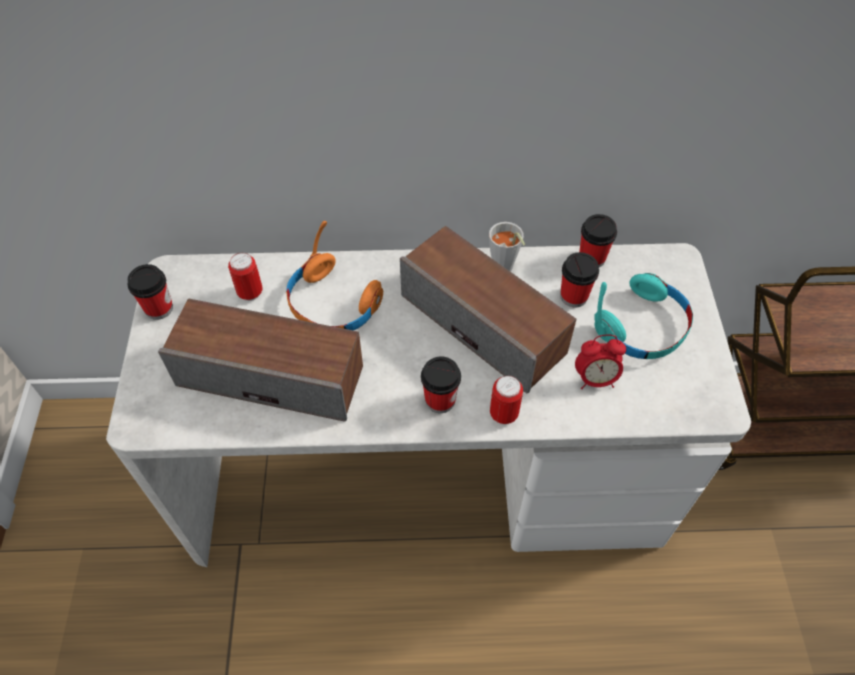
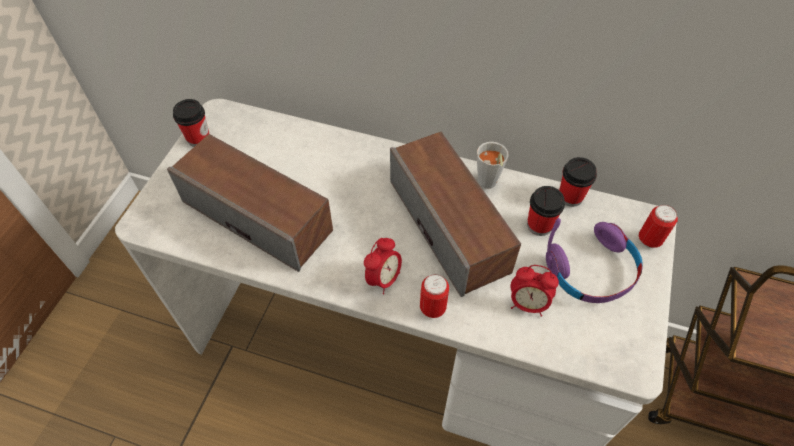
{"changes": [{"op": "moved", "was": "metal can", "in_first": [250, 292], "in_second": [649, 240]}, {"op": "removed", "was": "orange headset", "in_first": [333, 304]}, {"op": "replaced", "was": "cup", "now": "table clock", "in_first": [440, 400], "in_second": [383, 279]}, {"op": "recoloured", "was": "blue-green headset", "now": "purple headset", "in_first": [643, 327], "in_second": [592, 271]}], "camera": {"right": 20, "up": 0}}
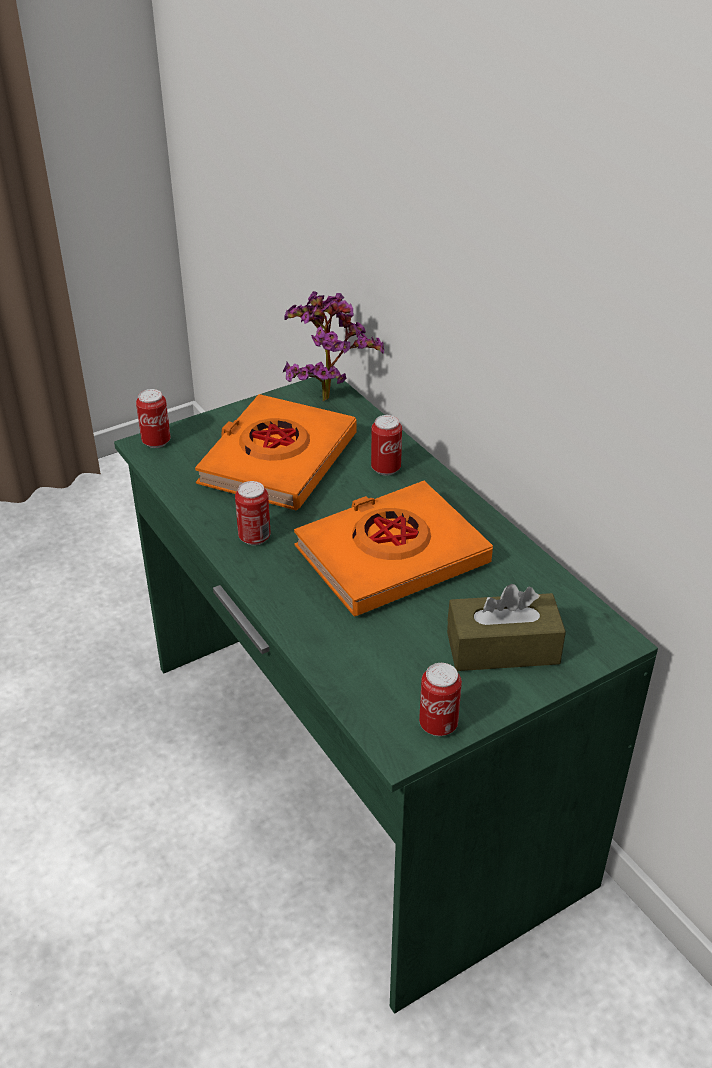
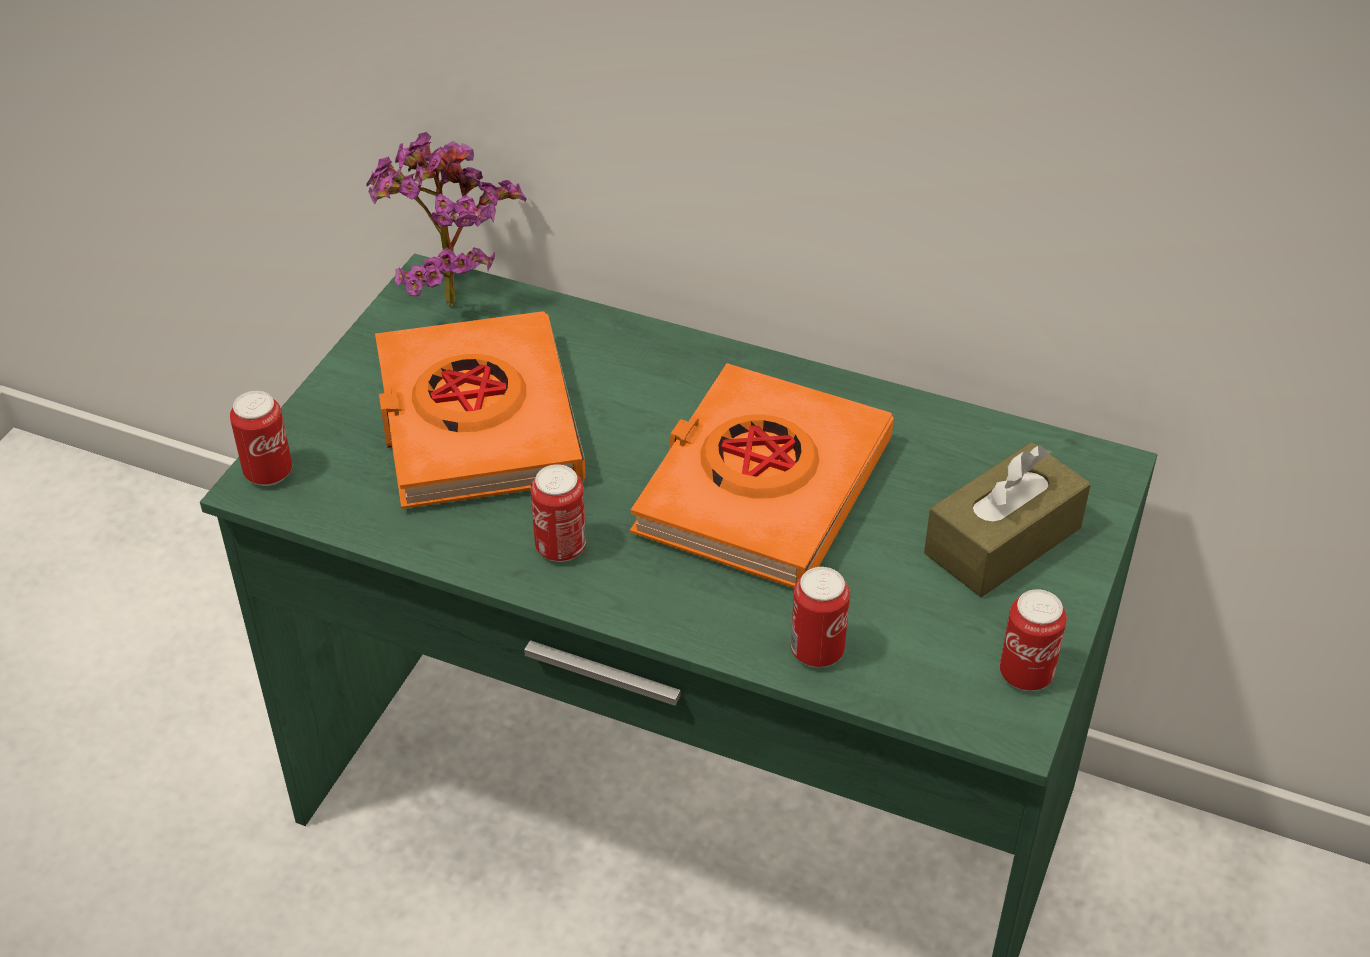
{"changes": [{"op": "moved", "was": "metal can", "in_first": [386, 468], "in_second": [817, 651]}], "camera": {"right": -35, "up": 5}}
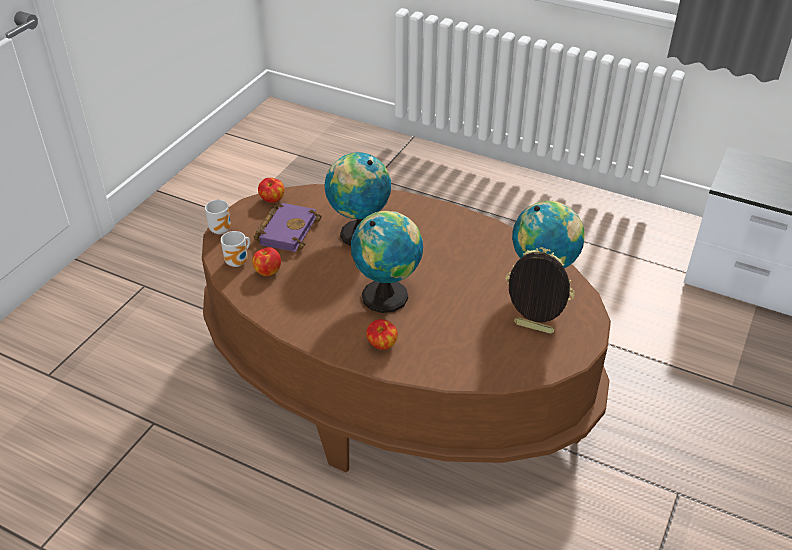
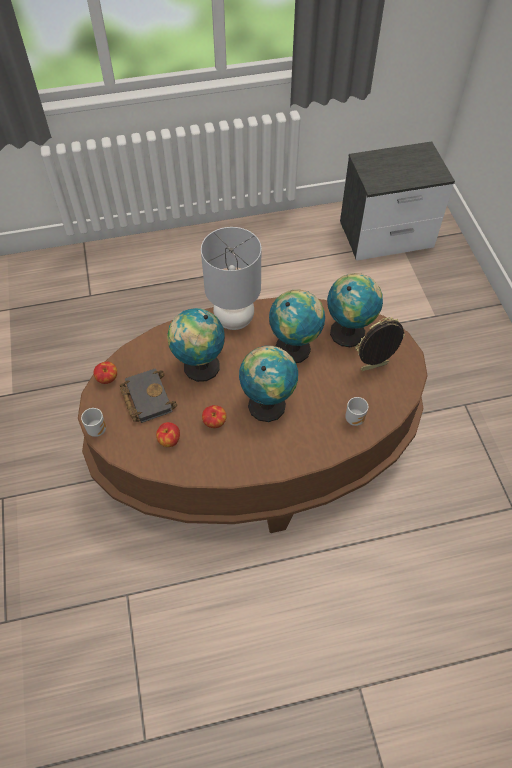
{"changes": [{"op": "moved", "was": "mug", "in_first": [239, 262], "in_second": [355, 418]}, {"op": "recoloured", "was": "purple bound book", "now": "black-coloured bound book", "in_first": [286, 230], "in_second": [146, 397]}, {"op": "moved", "was": "whole apple", "in_first": [382, 345], "in_second": [214, 422]}, {"op": "added", "now": "grey tabletop lamp", "in_second": [233, 319]}, {"op": "added", "now": "desk globe", "in_second": [295, 348]}], "camera": {"right": -40, "up": 15}}
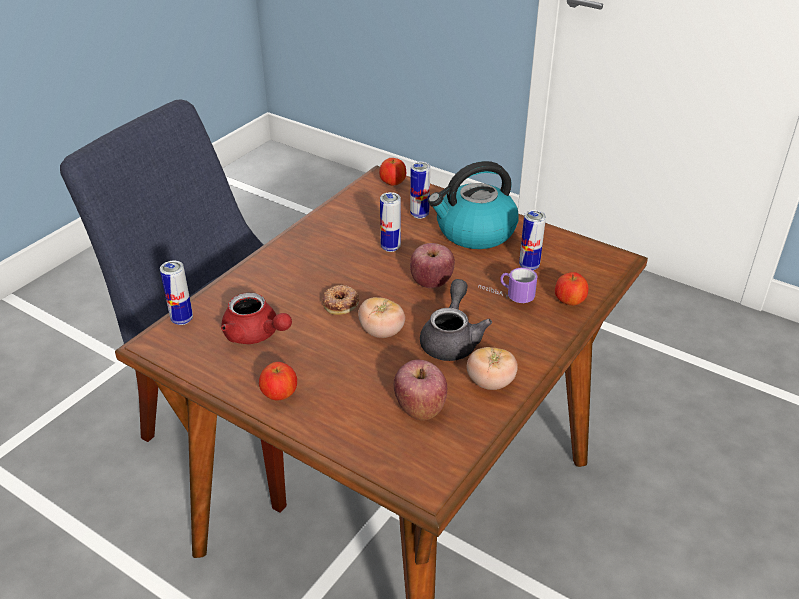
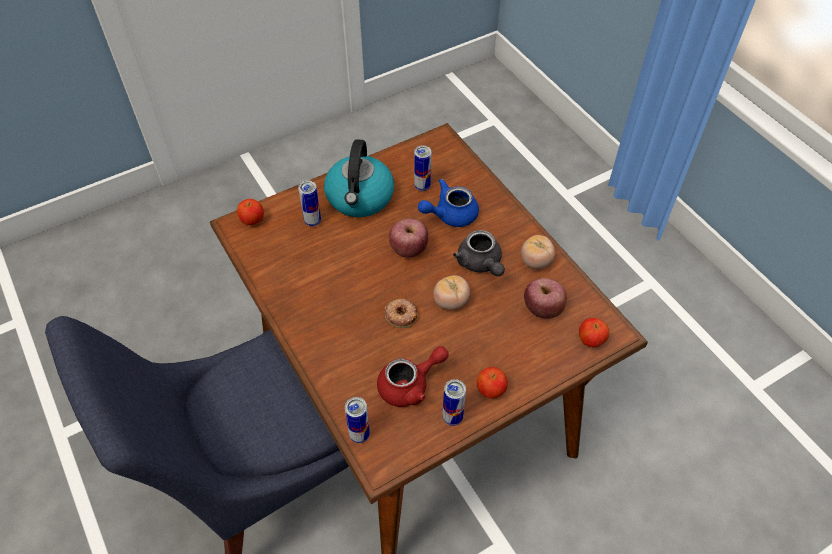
{"changes": [{"op": "moved", "was": "metal can", "in_first": [390, 247], "in_second": [452, 417]}, {"op": "turned", "was": "grey pot for tea", "in_first": [452, 339], "in_second": [480, 264], "clockwise": -150}, {"op": "replaced", "was": "mug", "now": "blue pot for tea", "in_first": [505, 297], "in_second": [450, 215]}, {"op": "moved", "was": "whole apple", "in_first": [569, 302], "in_second": [591, 340]}], "camera": {"right": -65, "up": 15}}
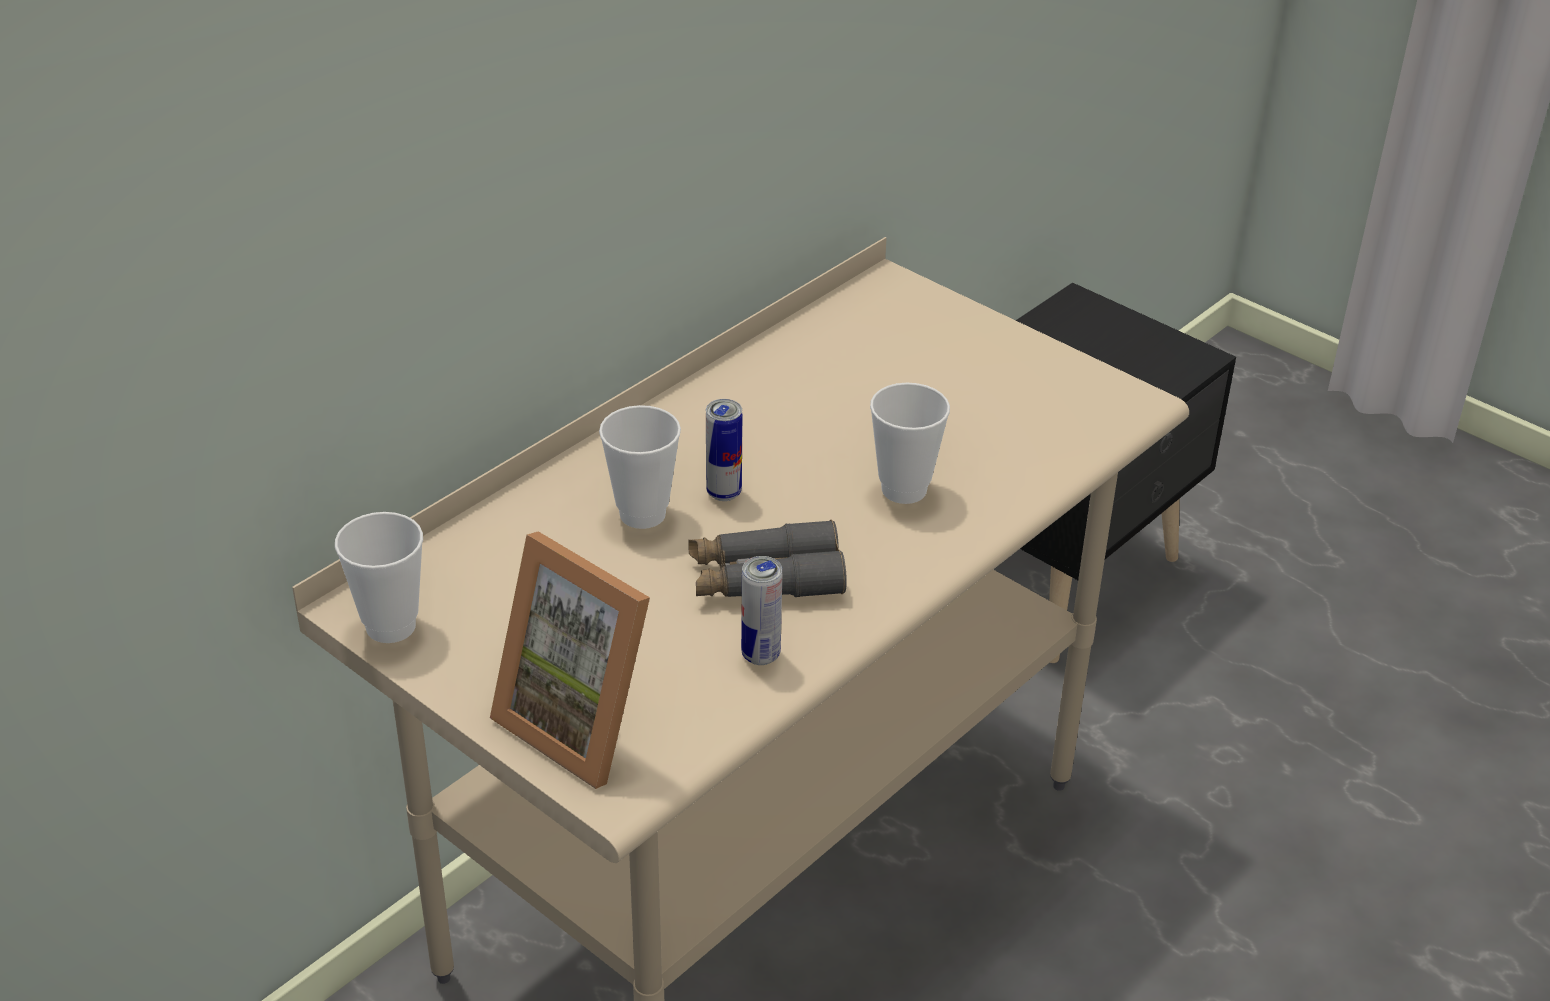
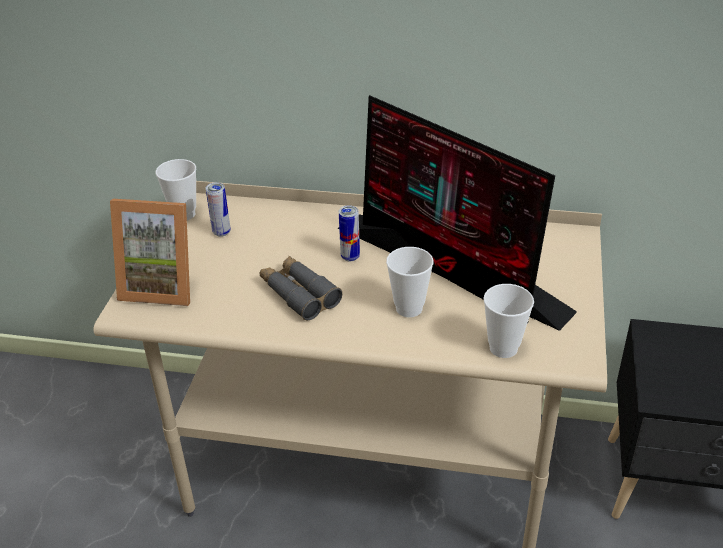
{"changes": [{"op": "turned", "was": "standing frame", "in_first": [585, 722], "in_second": [162, 285], "clockwise": -90}, {"op": "moved", "was": "cup", "in_first": [642, 514], "in_second": [503, 348]}, {"op": "moved", "was": "metal can", "in_first": [760, 655], "in_second": [221, 232]}, {"op": "added", "now": "computer screen", "in_second": [452, 269]}], "camera": {"right": 60, "up": 0}}
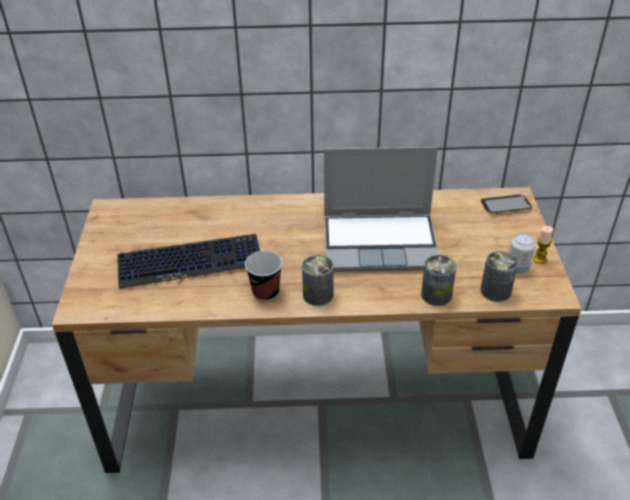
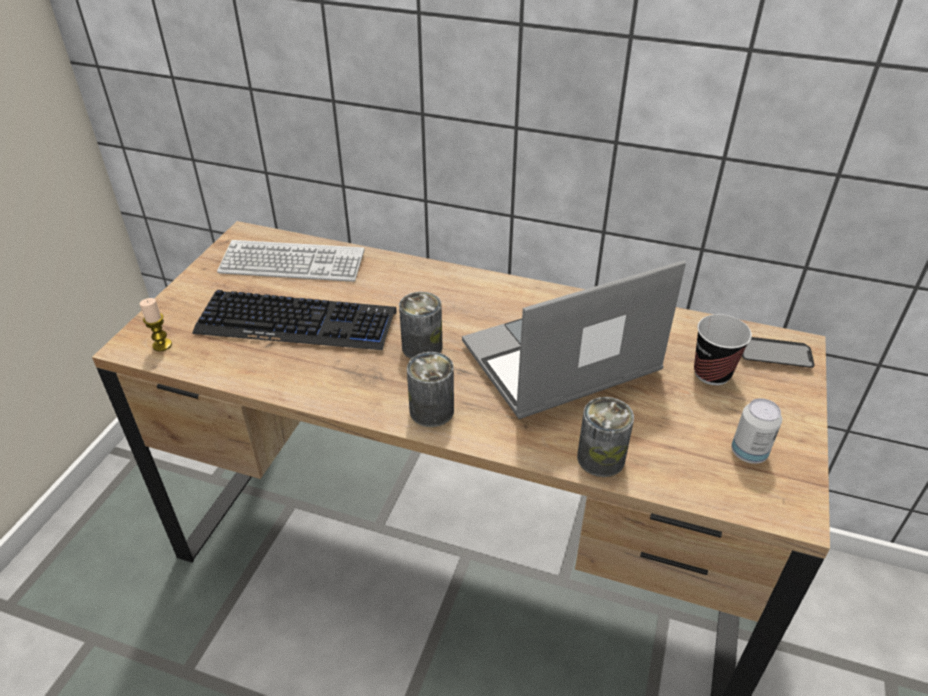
{"changes": [{"op": "moved", "was": "cup", "in_first": [265, 292], "in_second": [712, 373]}, {"op": "turned", "was": "notebook computer", "in_first": [381, 243], "in_second": [559, 361], "clockwise": 135}, {"op": "moved", "was": "metal can", "in_first": [495, 291], "in_second": [422, 347]}, {"op": "moved", "was": "wax light", "in_first": [539, 259], "in_second": [162, 345]}, {"op": "added", "now": "computer keyboard", "in_second": [292, 263]}], "camera": {"right": 20, "up": 0}}
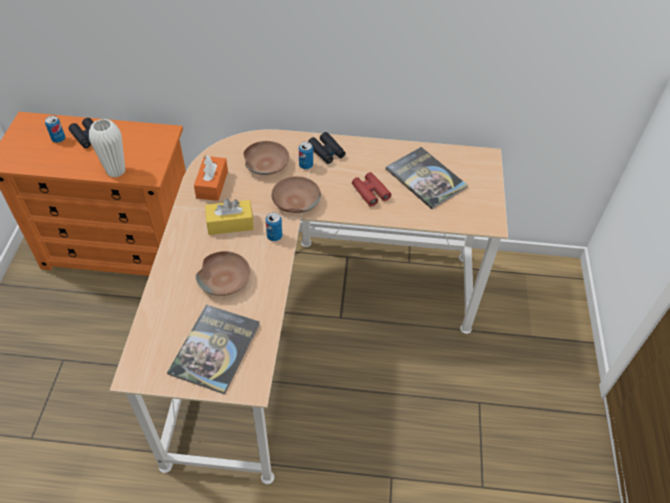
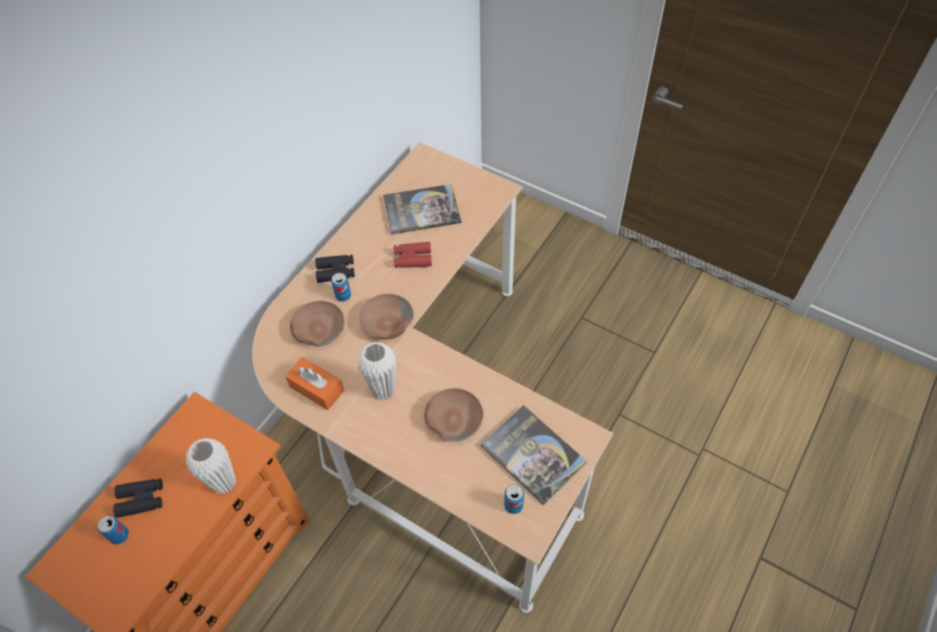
{"changes": [{"op": "replaced", "was": "yellowish tissue box", "now": "whitish flower vase", "in_first": [230, 223], "in_second": [383, 390]}, {"op": "moved", "was": "metal can", "in_first": [274, 236], "in_second": [513, 505]}], "camera": {"right": -60, "up": 5}}
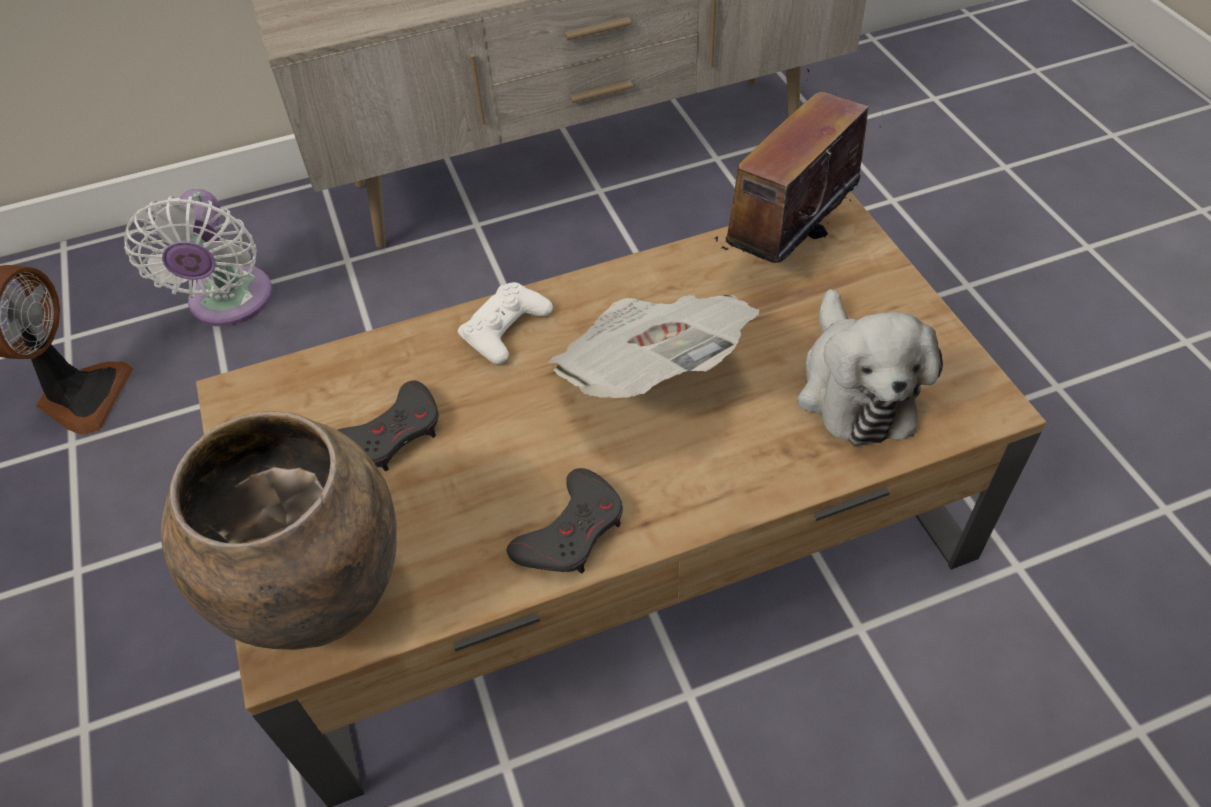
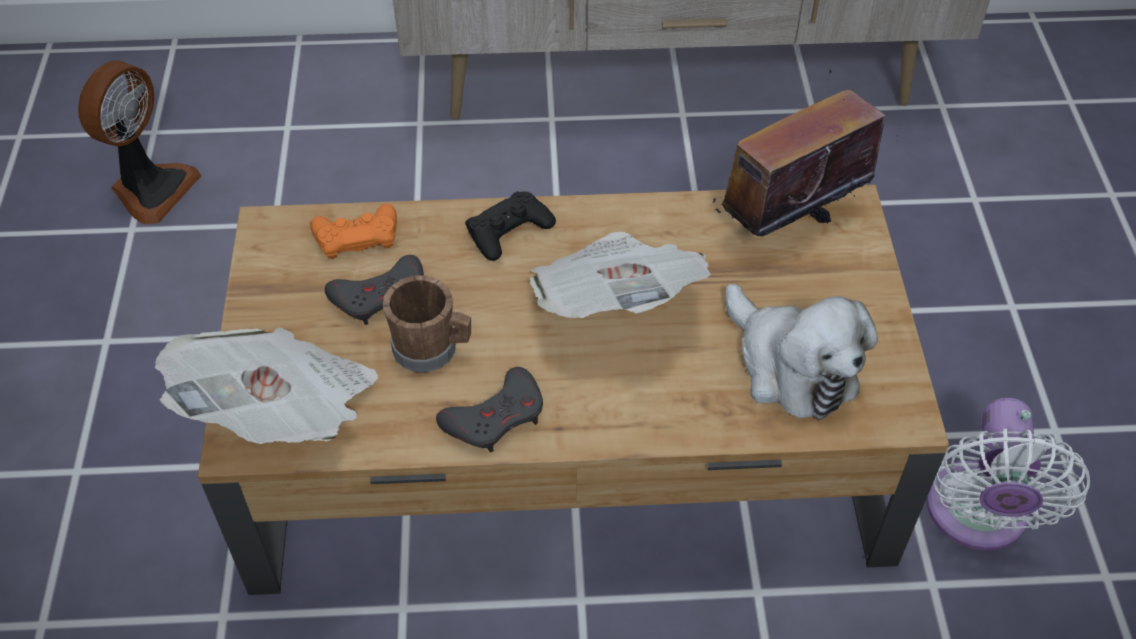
{"changes": [{"op": "moved", "was": "whitish electric fan", "in_first": [230, 304], "in_second": [976, 517]}, {"op": "replaced", "was": "brownish flower vase", "now": "printed paper", "in_first": [323, 599], "in_second": [282, 412]}, {"op": "recoloured", "was": "whitish gamepad", "now": "black-coloured gamepad", "in_first": [506, 329], "in_second": [509, 231]}, {"op": "turned", "was": "cuddly toy", "in_first": [855, 387], "in_second": [791, 366], "clockwise": -45}, {"op": "added", "now": "orange gamepad", "in_second": [356, 236]}, {"op": "added", "now": "brownish mug", "in_second": [432, 349]}], "camera": {"right": 15, "up": 0}}
